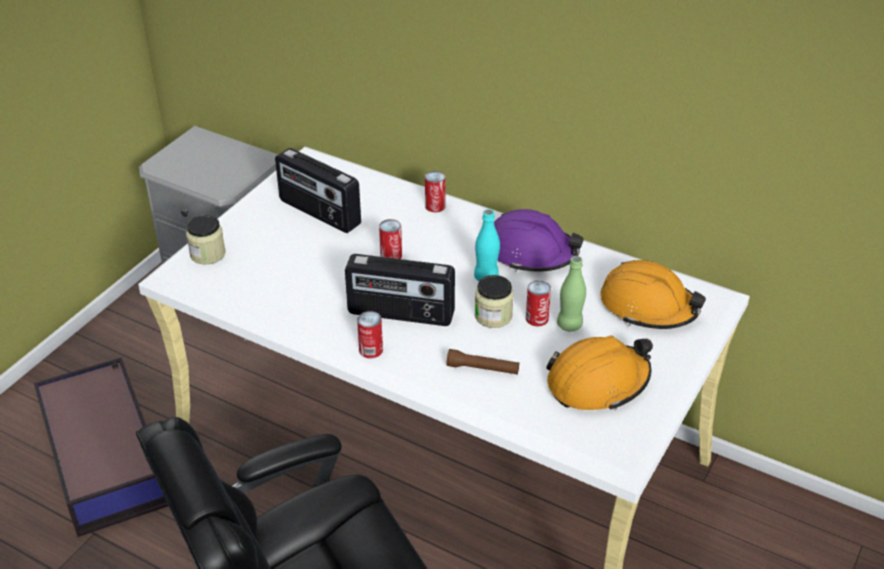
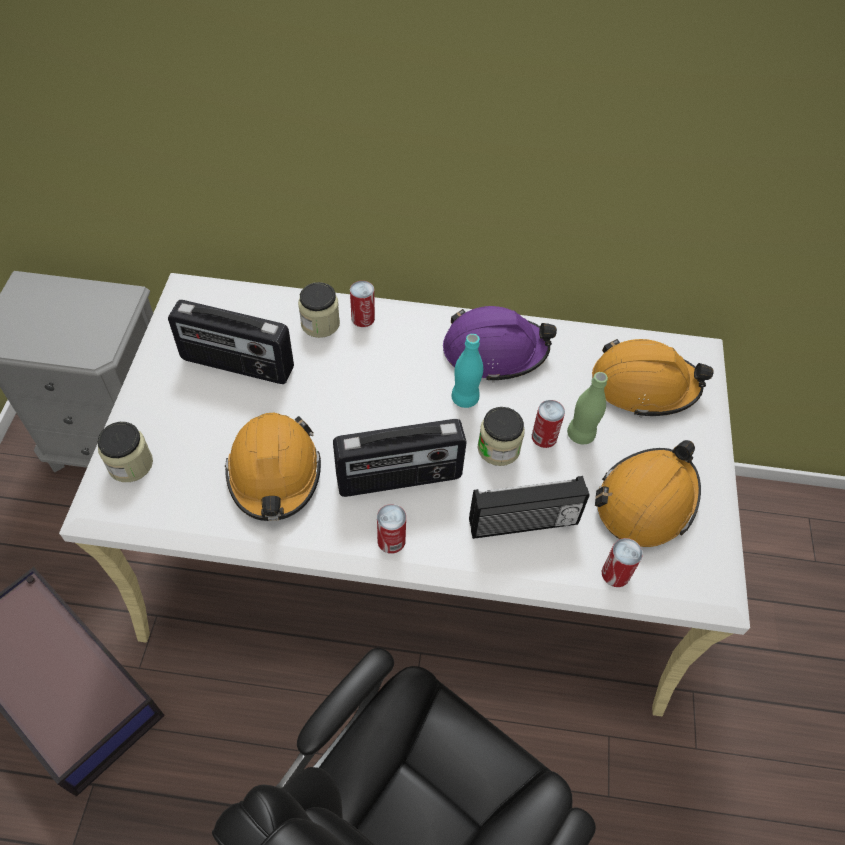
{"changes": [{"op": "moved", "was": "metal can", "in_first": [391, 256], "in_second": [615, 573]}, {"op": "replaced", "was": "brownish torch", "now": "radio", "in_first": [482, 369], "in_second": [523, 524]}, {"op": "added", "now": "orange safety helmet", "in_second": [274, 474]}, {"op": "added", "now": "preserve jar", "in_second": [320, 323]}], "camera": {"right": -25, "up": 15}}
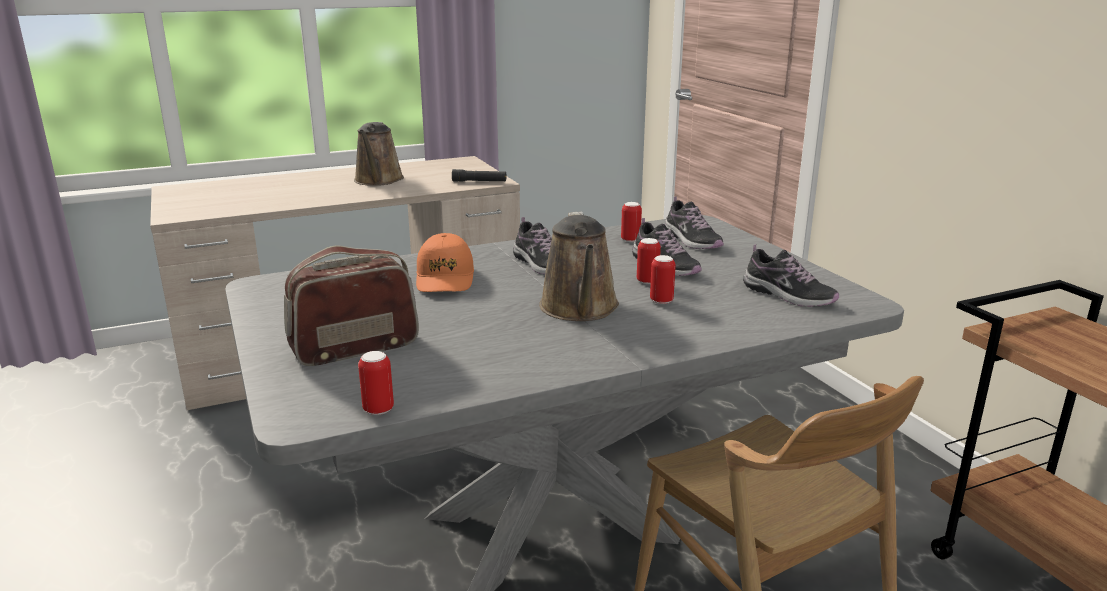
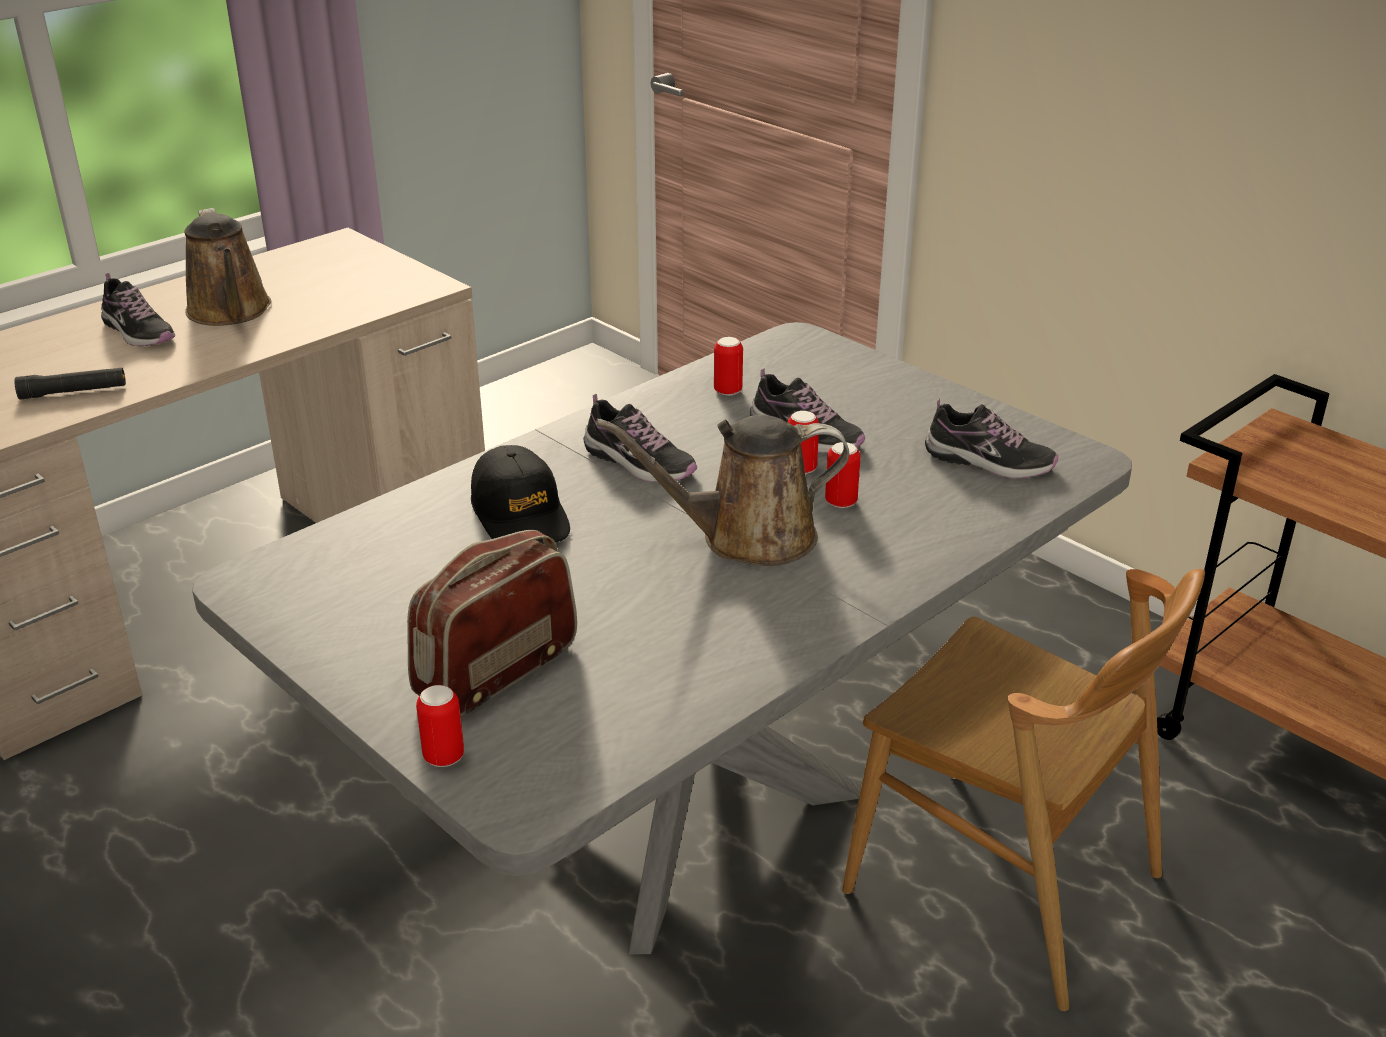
{"changes": [{"op": "moved", "was": "metal can", "in_first": [378, 409], "in_second": [444, 757]}, {"op": "recoloured", "was": "orange peaked cap", "now": "black-coloured peaked cap", "in_first": [445, 278], "in_second": [521, 515]}, {"op": "moved", "was": "black-coloured torch", "in_first": [479, 181], "in_second": [74, 392]}, {"op": "turned", "was": "brownish watering pot", "in_first": [580, 309], "in_second": [747, 537], "clockwise": 105}, {"op": "moved", "was": "shoe", "in_first": [691, 240], "in_second": [138, 332]}], "camera": {"right": -20, "up": 10}}
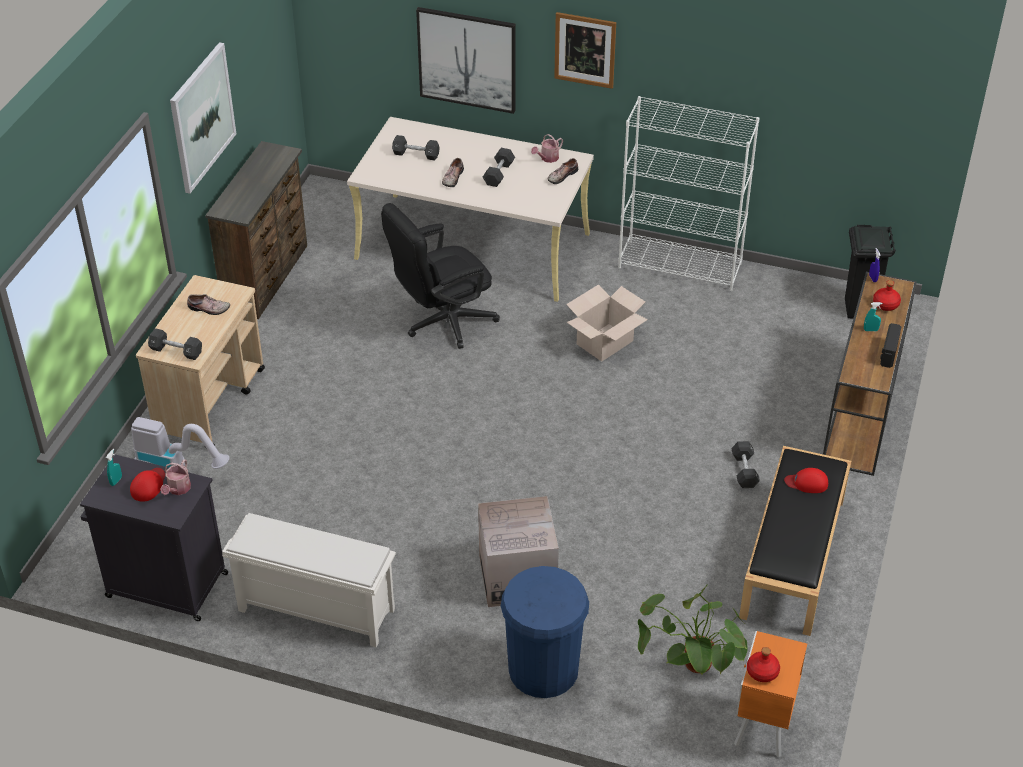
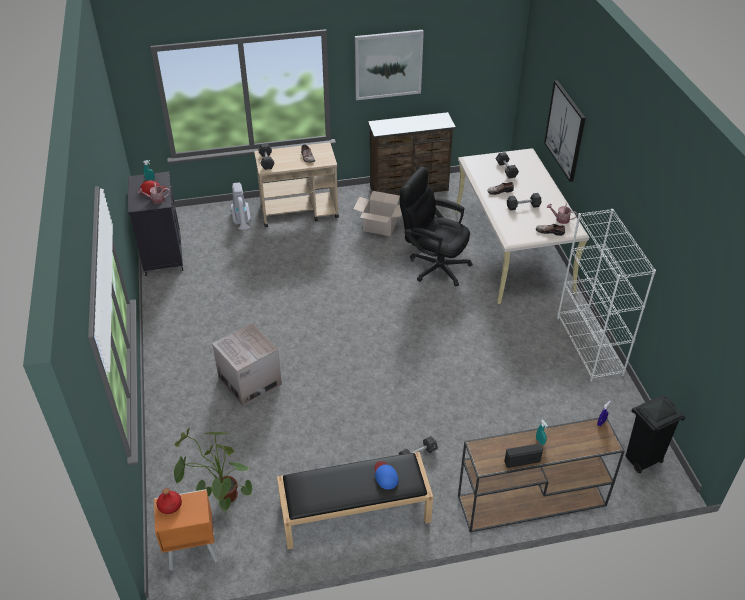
{"changes": [{"op": "removed", "was": "whitish shoe rack", "in_first": [314, 610]}, {"op": "removed", "was": "blue rubbish bin", "in_first": [543, 669]}, {"op": "removed", "was": "picture", "in_first": [585, 50]}, {"op": "moved", "was": "packing box", "in_first": [604, 342], "in_second": [380, 226]}, {"op": "recoloured", "was": "red-coloured peaked cap", "now": "blue peaked cap", "in_first": [807, 483], "in_second": [385, 476]}, {"op": "removed", "was": "red-coloured bottle", "in_first": [885, 304]}], "camera": {"right": 60, "up": 0}}
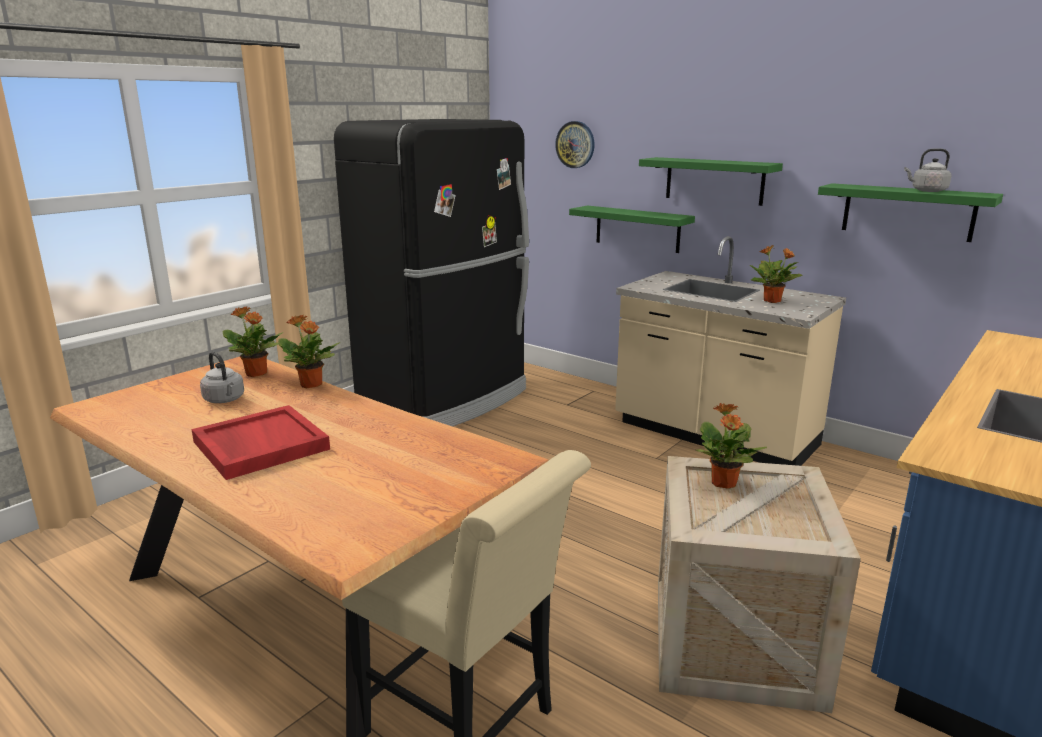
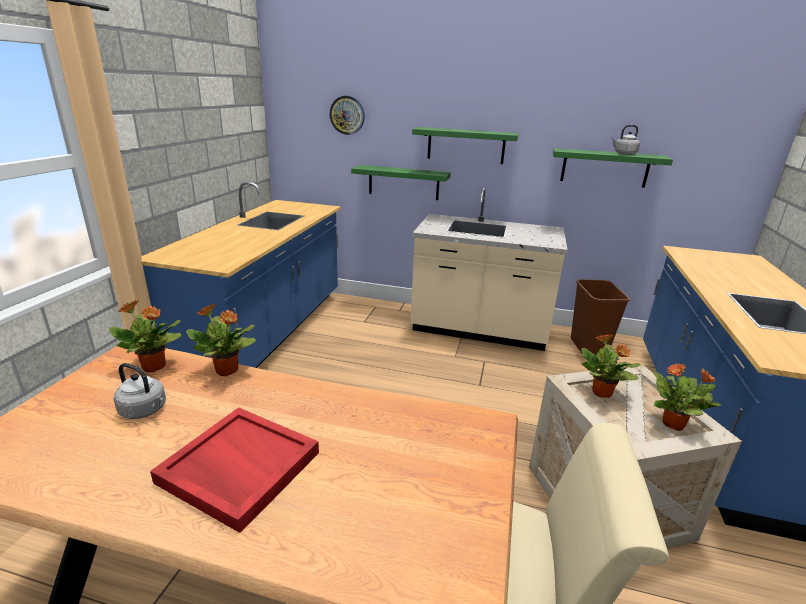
{"changes": [{"op": "replaced", "was": "black-coloured kitchen fridge", "now": "blue kitchen counter", "in_first": [447, 400], "in_second": [267, 333]}, {"op": "moved", "was": "potted plant", "in_first": [772, 301], "in_second": [674, 424]}, {"op": "added", "now": "brownish rubbish bin", "in_second": [589, 348]}], "camera": {"right": -25, "up": 5}}
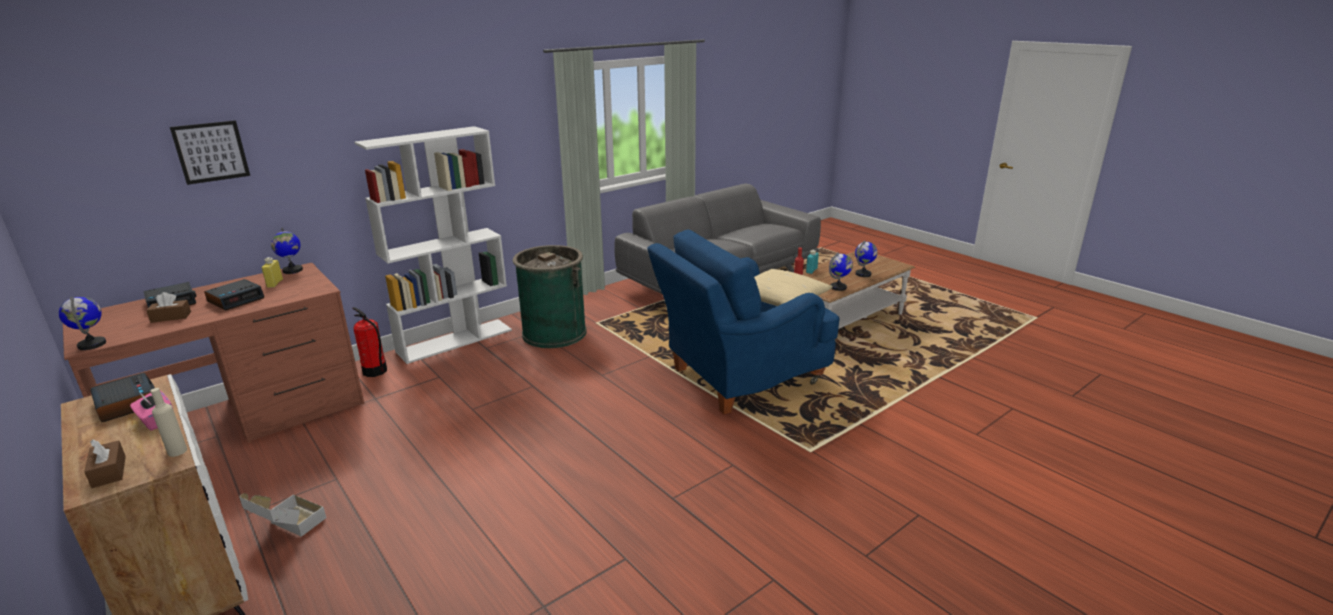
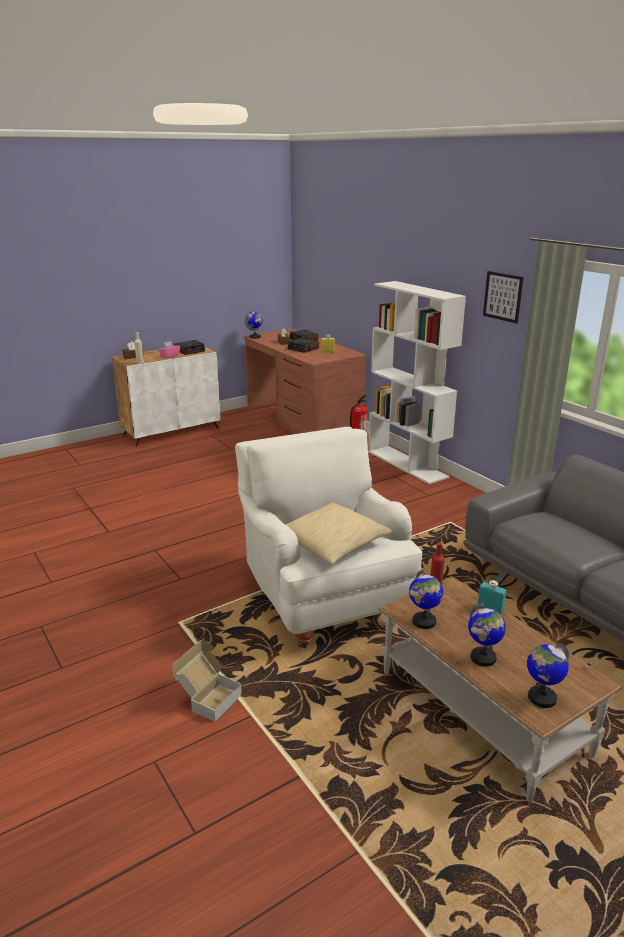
{"changes": [{"op": "moved", "was": "picture", "in_first": [211, 152], "in_second": [503, 296]}, {"op": "moved", "was": "packing box", "in_first": [288, 528], "in_second": [208, 698]}, {"op": "moved", "was": "desk globe", "in_first": [292, 270], "in_second": [541, 697]}, {"op": "removed", "was": "green rubbish bin", "in_first": [554, 333]}, {"op": "recoloured", "was": "blue lounge chair", "now": "whitish lounge chair", "in_first": [740, 378], "in_second": [323, 598]}], "camera": {"right": 95, "up": 0}}
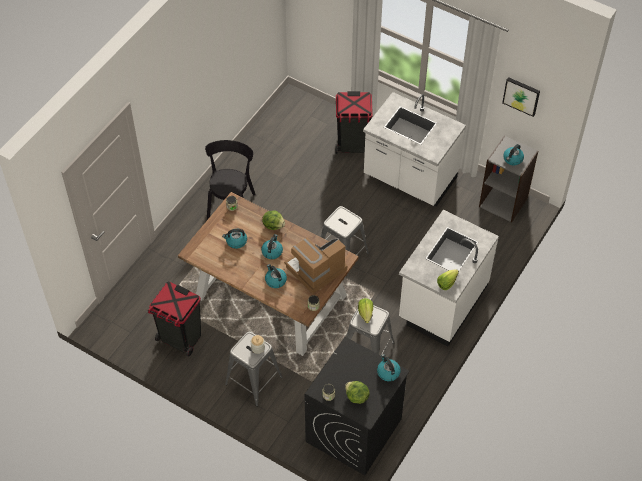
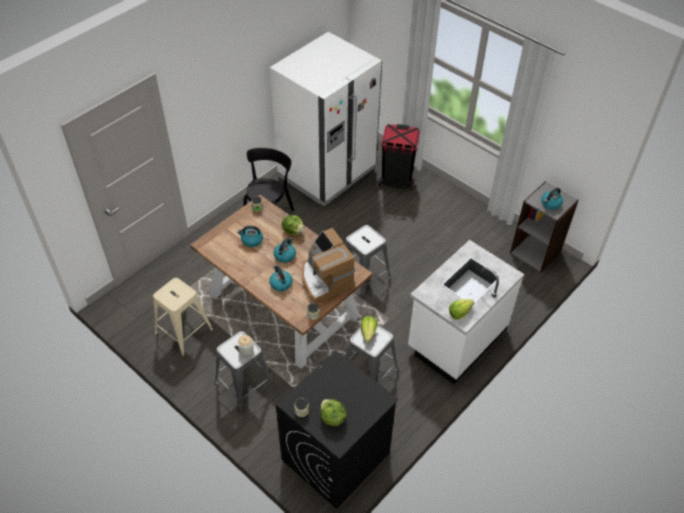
{"changes": [{"op": "replaced", "was": "black-coloured rubbish bin", "now": "beige-coloured sitting stool", "in_first": [180, 338], "in_second": [184, 331]}, {"op": "turned", "was": "coffee maker", "in_first": [316, 269], "in_second": [325, 279], "clockwise": -90}, {"op": "removed", "was": "whitish kitchen counter", "in_first": [409, 179]}, {"op": "removed", "was": "kettle", "in_first": [388, 372]}, {"op": "removed", "was": "picture", "in_first": [521, 95]}, {"op": "added", "now": "whitish kitchen fridge", "in_second": [327, 172]}], "camera": {"right": 10, "up": -5}}
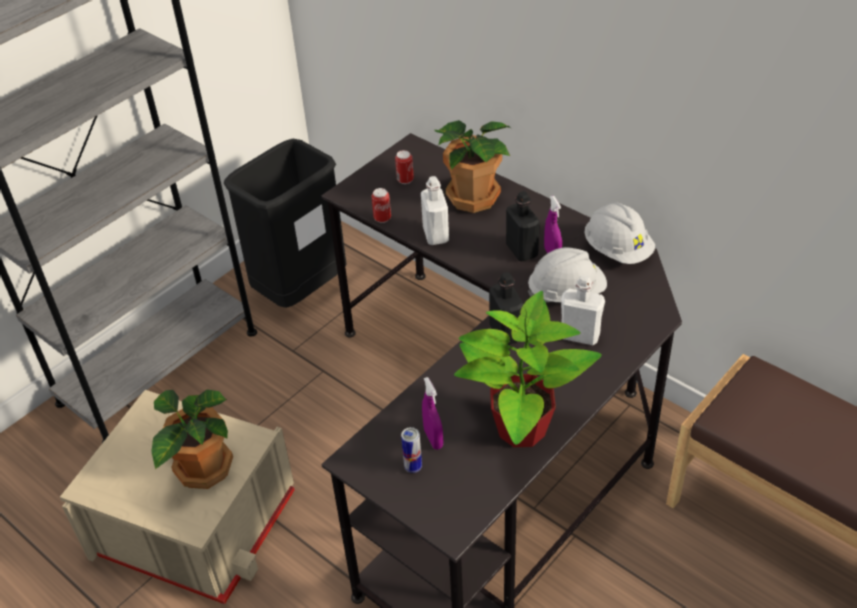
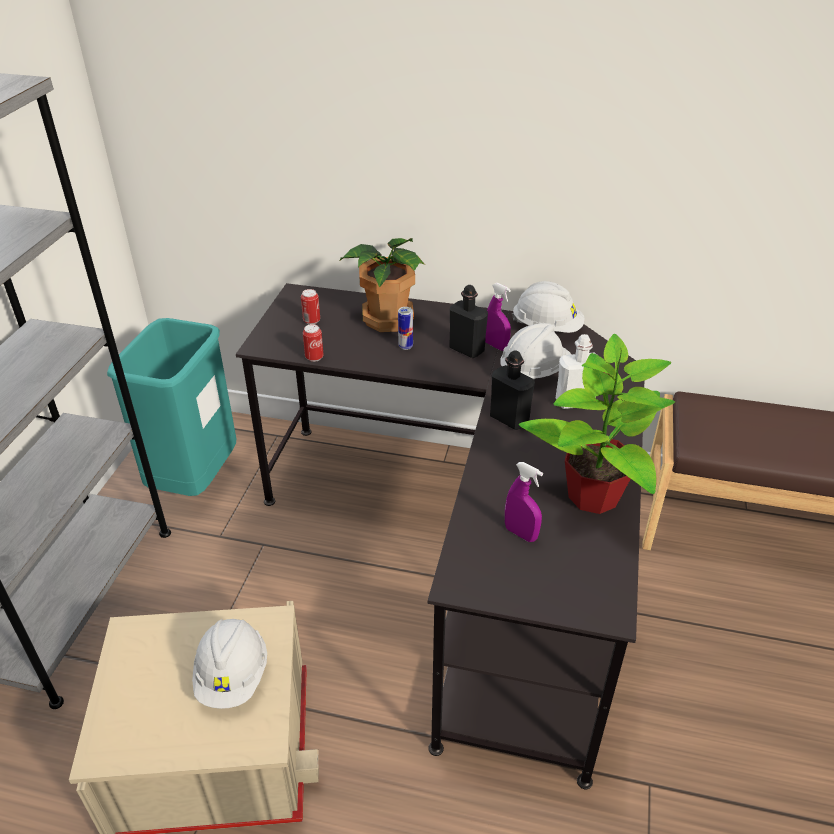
{"changes": [{"op": "replaced", "was": "potted plant", "now": "whitish safety helmet", "in_first": [202, 469], "in_second": [233, 676]}, {"op": "recoloured", "was": "black-coloured rubbish bin", "now": "blue-green rubbish bin", "in_first": [301, 291], "in_second": [195, 479]}, {"op": "moved", "was": "metal can", "in_first": [413, 467], "in_second": [405, 346]}, {"op": "removed", "was": "whitish bottle", "in_first": [435, 235]}], "camera": {"right": -30, "up": -5}}
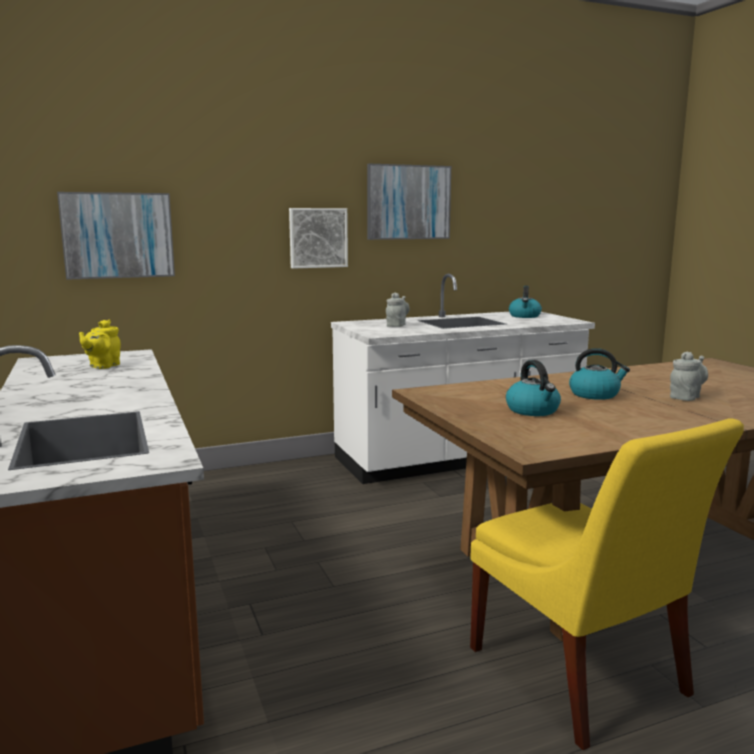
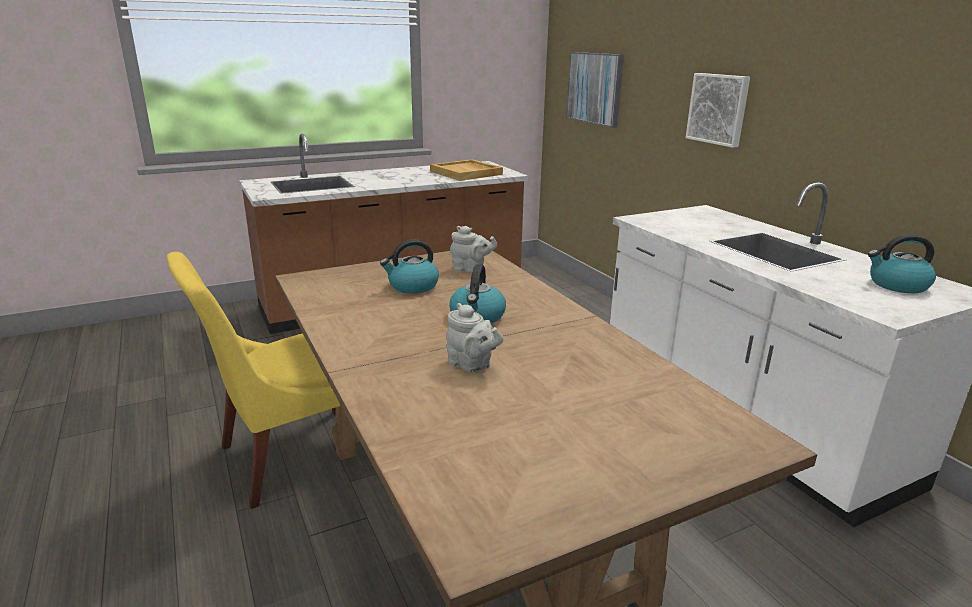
{"changes": [{"op": "replaced", "was": "yellowish pot for tea", "now": "beige-coloured tray", "in_first": [103, 366], "in_second": [466, 173]}, {"op": "removed", "was": "picture", "in_first": [408, 202]}, {"op": "moved", "was": "grey pot for tea", "in_first": [396, 325], "in_second": [471, 269]}], "camera": {"right": 85, "up": 10}}
